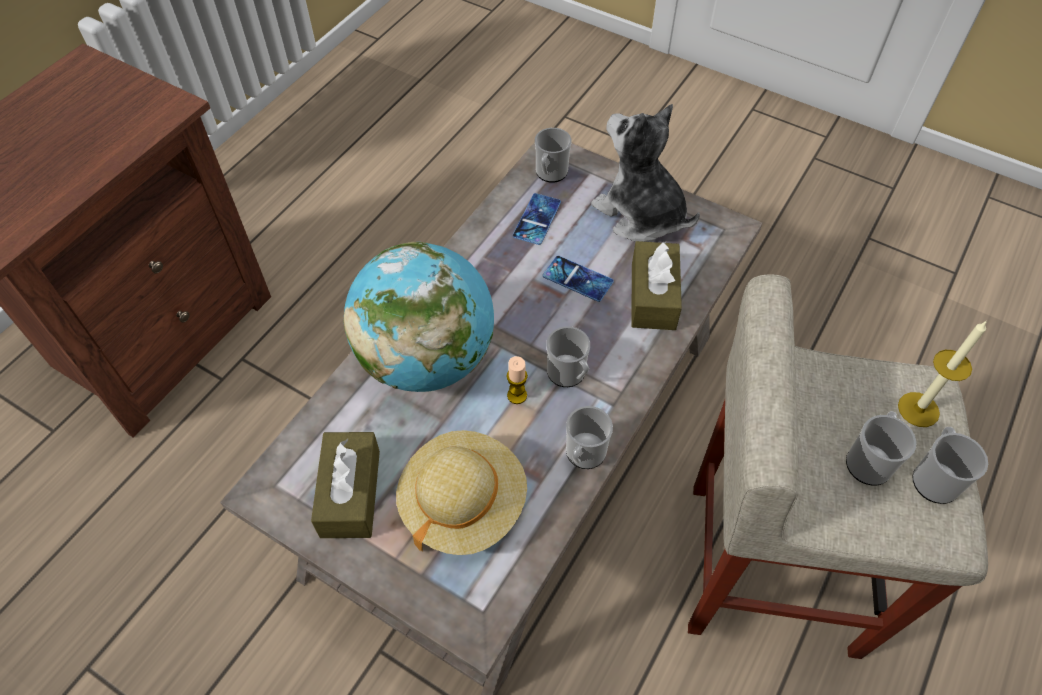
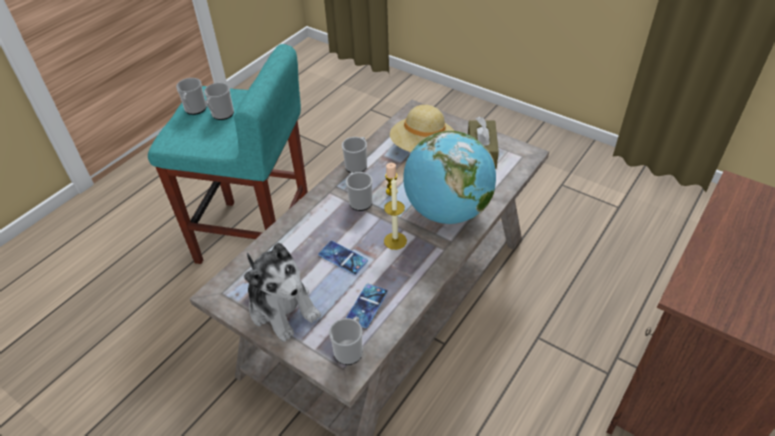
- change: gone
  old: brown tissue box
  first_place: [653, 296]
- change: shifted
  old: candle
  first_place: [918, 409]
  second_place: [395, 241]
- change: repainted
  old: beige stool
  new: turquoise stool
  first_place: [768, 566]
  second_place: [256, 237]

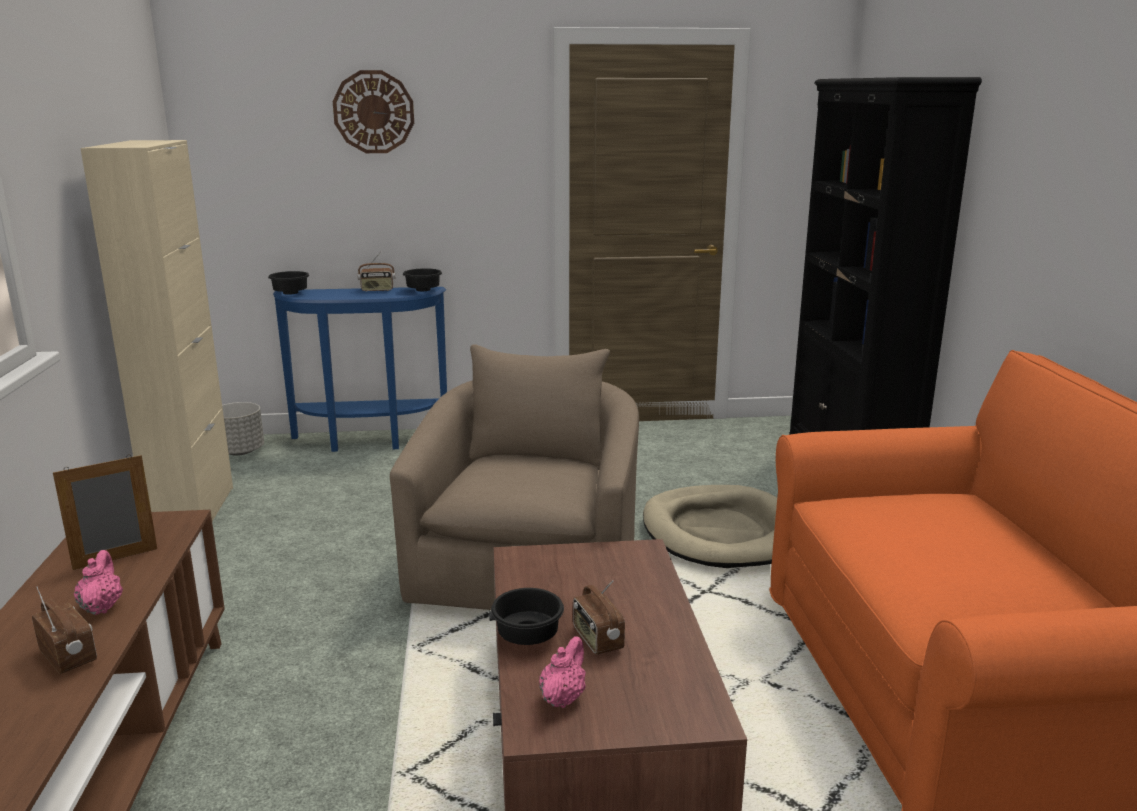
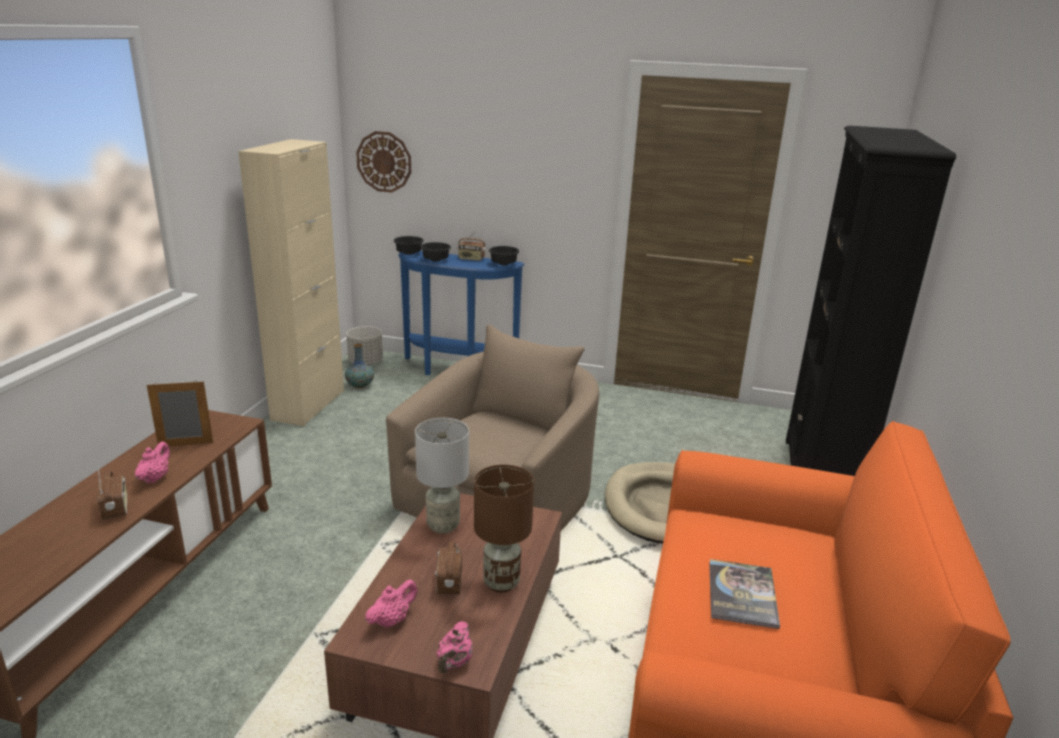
- change: new
  new: vase
  second_place: [360, 385]
- change: new
  new: grey table lamp
  second_place: [443, 526]
- change: new
  new: pink teapot
  second_place: [454, 663]
- change: new
  new: brown table lamp
  second_place: [502, 582]
- change: new
  new: book
  second_place: [742, 594]
- change: shifted
  old: wall clock
  first_place: [374, 112]
  second_place: [384, 162]
- change: shifted
  old: black bowl
  first_place: [530, 637]
  second_place: [436, 260]

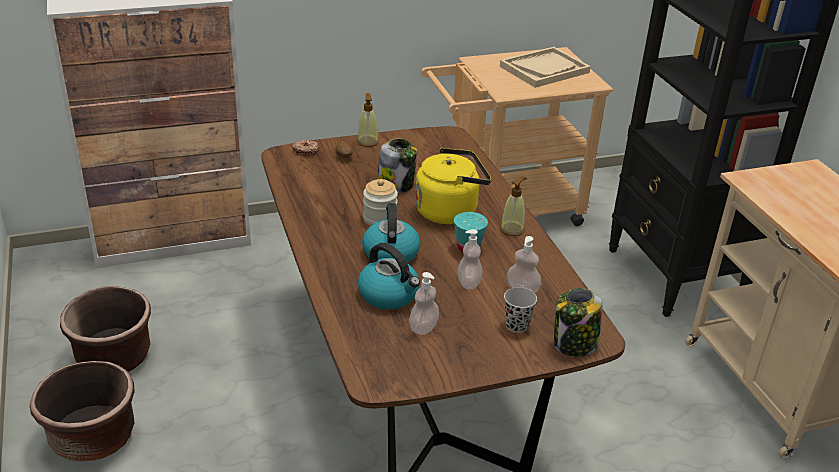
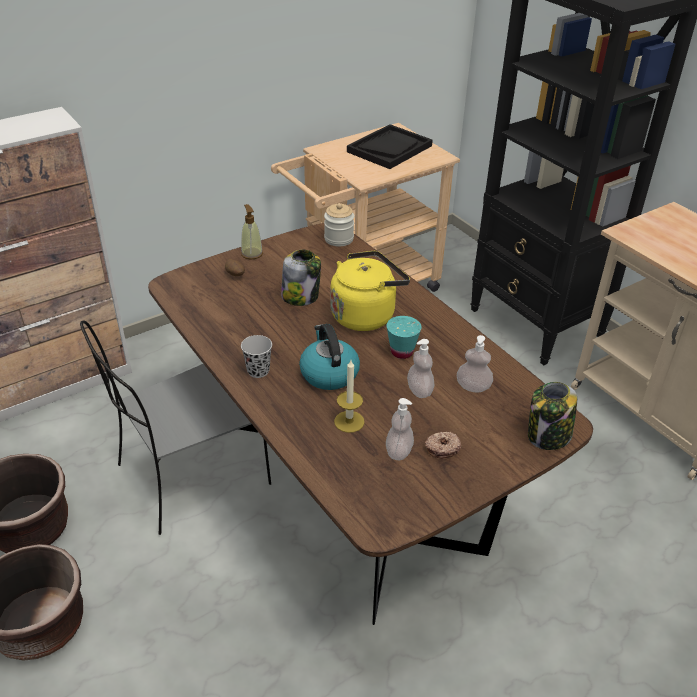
- change: gone
  old: soap dispenser
  first_place: [512, 229]
- change: new
  new: grey chair
  second_place: [190, 476]
- change: shifted
  old: donut
  first_place: [305, 151]
  second_place: [442, 448]
- change: shifted
  old: jar
  first_place: [380, 219]
  second_place: [339, 239]
- change: shifted
  old: black cup
  first_place: [516, 325]
  second_place: [258, 371]
- change: swapped
  old: kettle
  new: candle
  first_place: [389, 295]
  second_place: [349, 421]
- change: repainted
  old: beige tray
  new: black tray
  first_place: [544, 69]
  second_place: [389, 149]

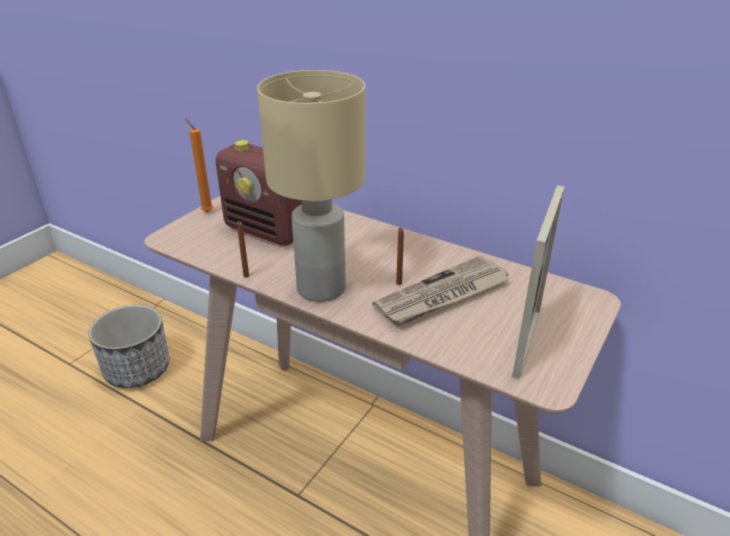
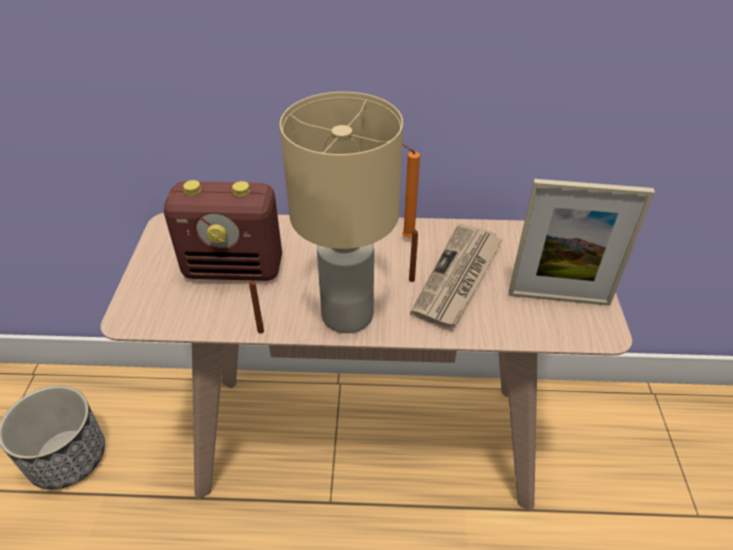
- change: shifted
  old: orange candle
  first_place: [206, 211]
  second_place: [406, 237]
- change: rotated
  old: picture frame
  first_place: [526, 343]
  second_place: [558, 298]
  degrees: 105

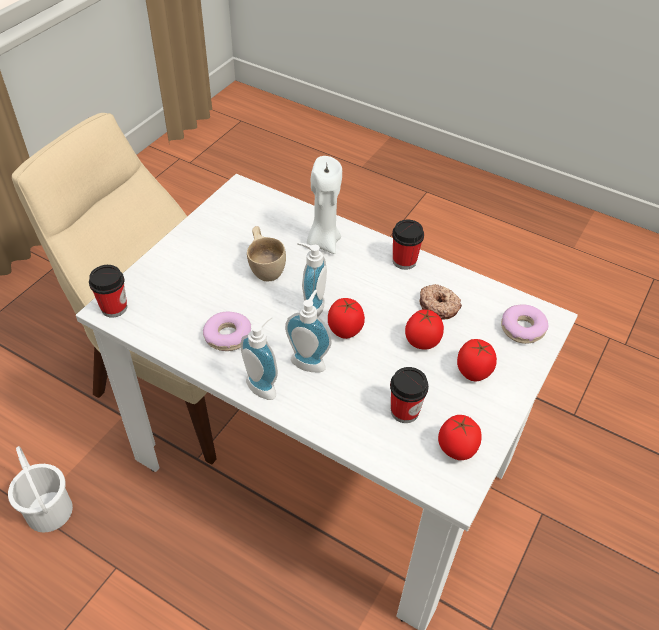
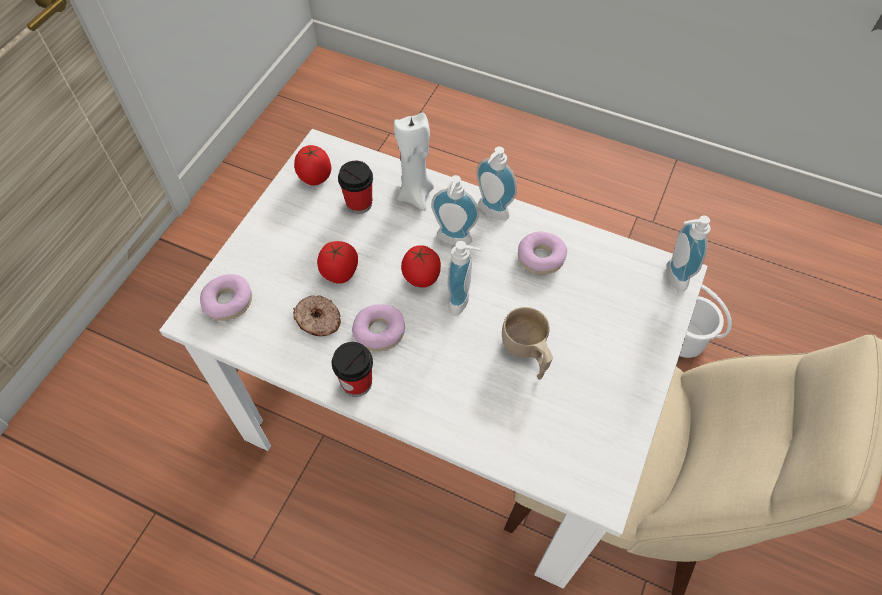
- change: gone
  old: tomato
  first_place: [473, 372]
- change: new
  new: donut
  second_place: [379, 332]
- change: shifted
  old: white candle
  first_place: [323, 242]
  second_place: [416, 194]
- change: swapped
  old: cup
  new: soap dispenser
  first_place: [114, 308]
  second_place: [672, 276]

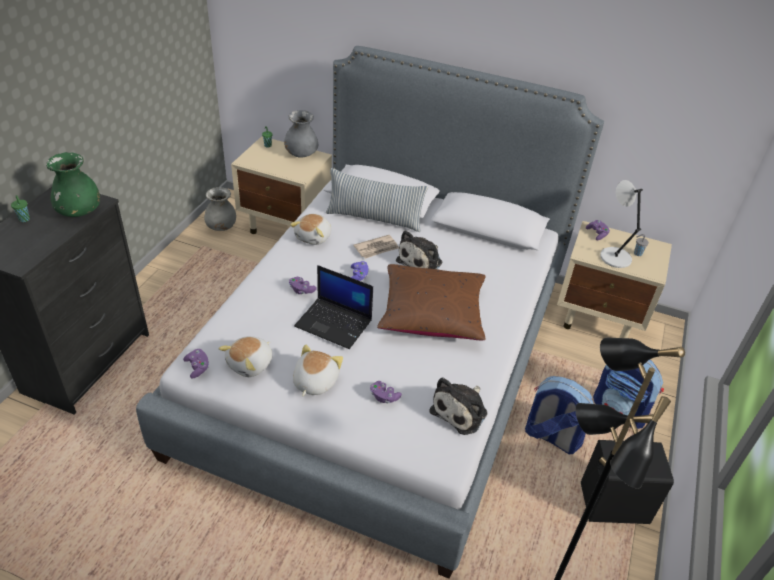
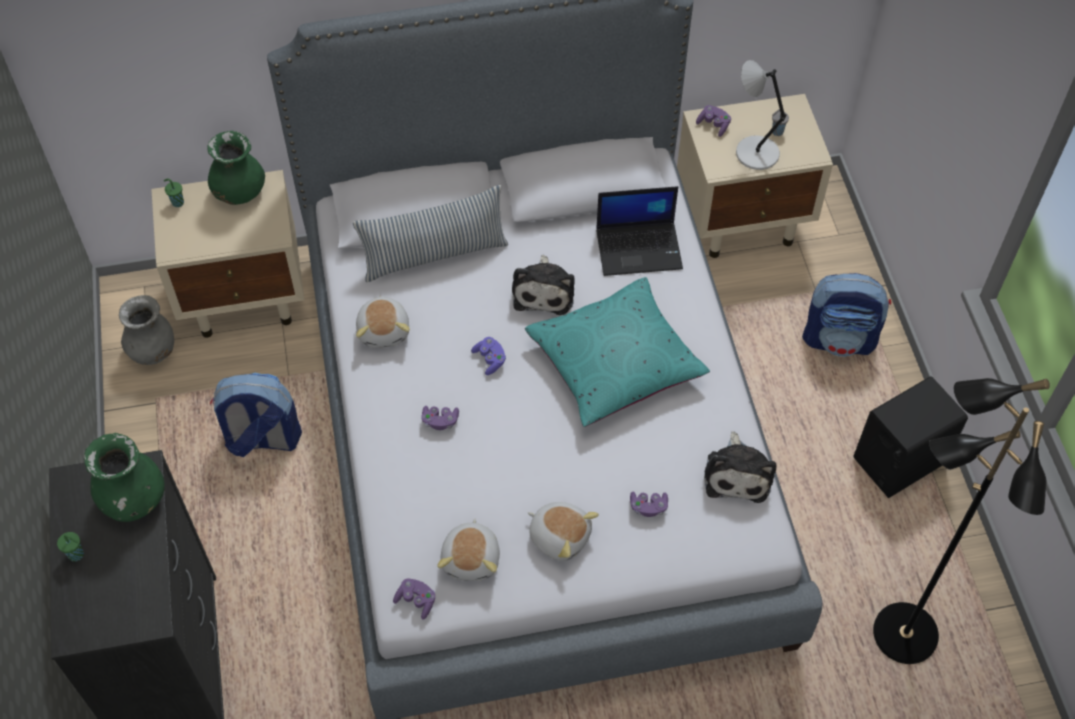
- change: gone
  old: newspaper
  first_place: [377, 248]
- change: shifted
  old: laptop
  first_place: [335, 323]
  second_place: [639, 248]
- change: shifted
  old: backpack
  first_place: [551, 436]
  second_place: [262, 439]
- change: repainted
  old: grey vase
  new: green vase
  first_place: [301, 154]
  second_place: [239, 192]
- change: repainted
  old: brown pillow
  new: turquoise pillow
  first_place: [432, 313]
  second_place: [614, 363]
- change: rotated
  old: plush toy
  first_place: [314, 382]
  second_place: [560, 536]
  degrees: 135

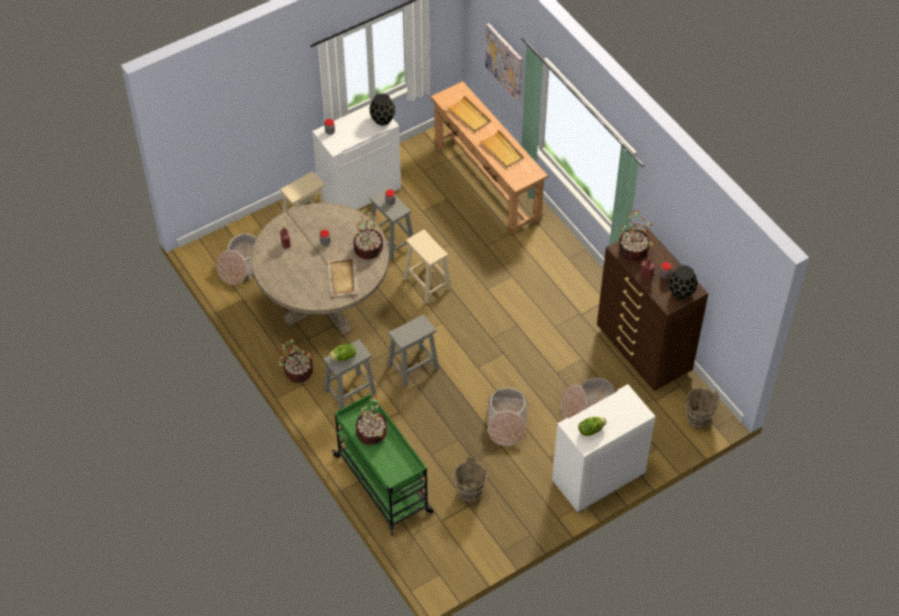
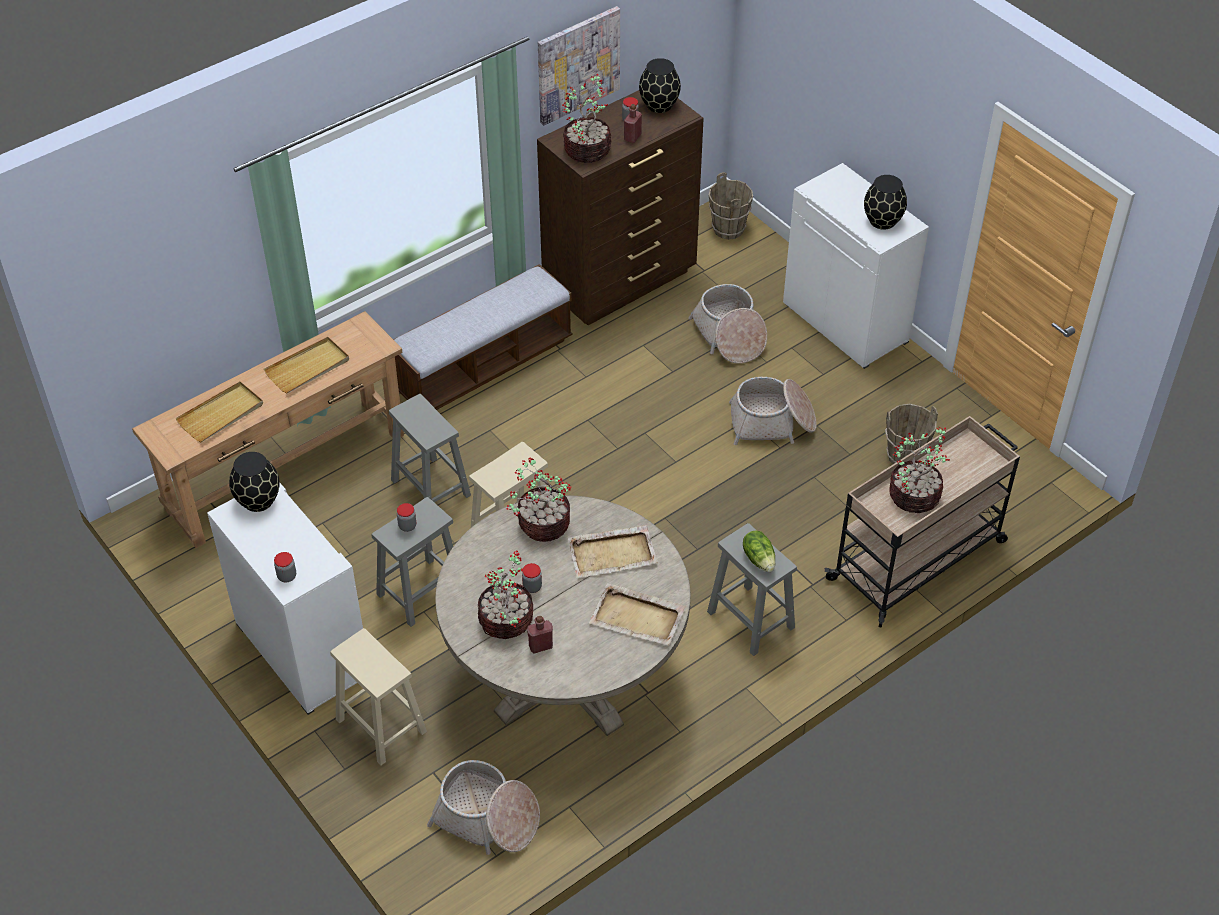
- change: new
  new: bench
  second_place: [484, 365]
- change: new
  new: beige tray
  second_place: [638, 617]
- change: shifted
  old: potted plant
  first_place: [297, 372]
  second_place: [506, 622]
- change: shifted
  old: grey stool
  first_place: [412, 367]
  second_place: [432, 488]
- change: shifted
  old: picture
  first_place: [504, 61]
  second_place: [578, 64]
- change: swapped
  old: lettuce
  new: black vase
  first_place: [591, 430]
  second_place: [882, 221]
- change: repainted
  old: green cart
  new: beige cart
  first_place: [383, 485]
  second_place: [918, 559]

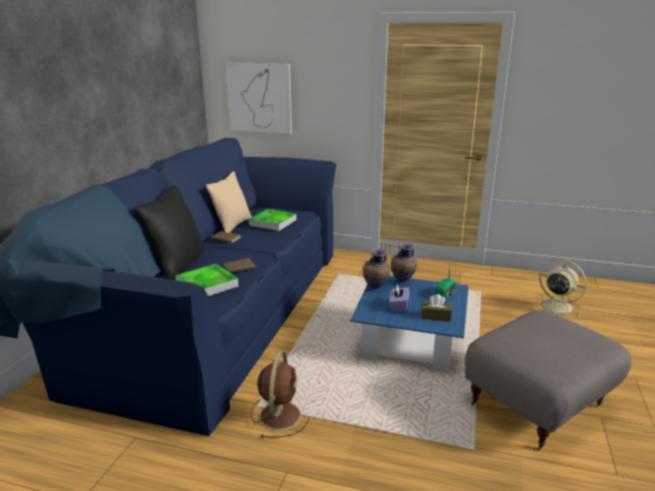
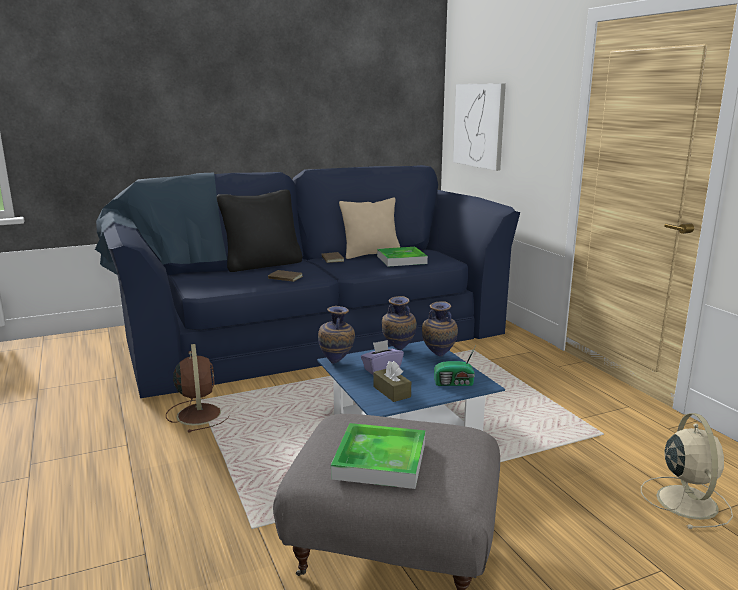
- change: new
  new: vase
  second_place: [337, 363]
- change: shifted
  old: tray
  first_place: [207, 284]
  second_place: [380, 460]
- change: rotated
  old: brown fan
  first_place: [280, 414]
  second_place: [199, 413]
  degrees: -75

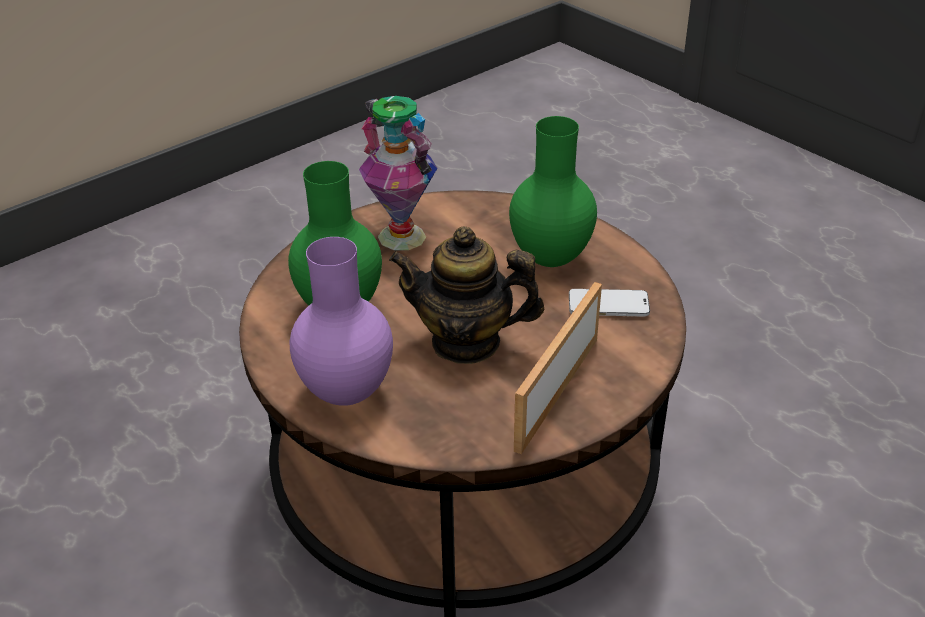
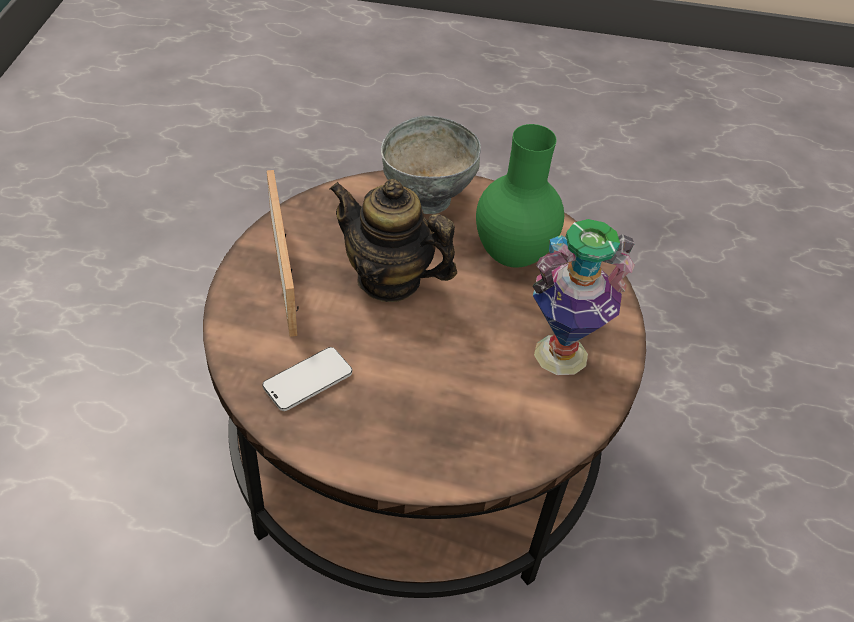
- change: gone
  old: green vase
  first_place: [550, 260]
- change: swapped
  old: purple vase
  new: grey bowl
  first_place: [344, 393]
  second_place: [427, 200]
- change: rotated
  old: teapot
  first_place: [466, 342]
  second_place: [389, 279]
  degrees: -120

